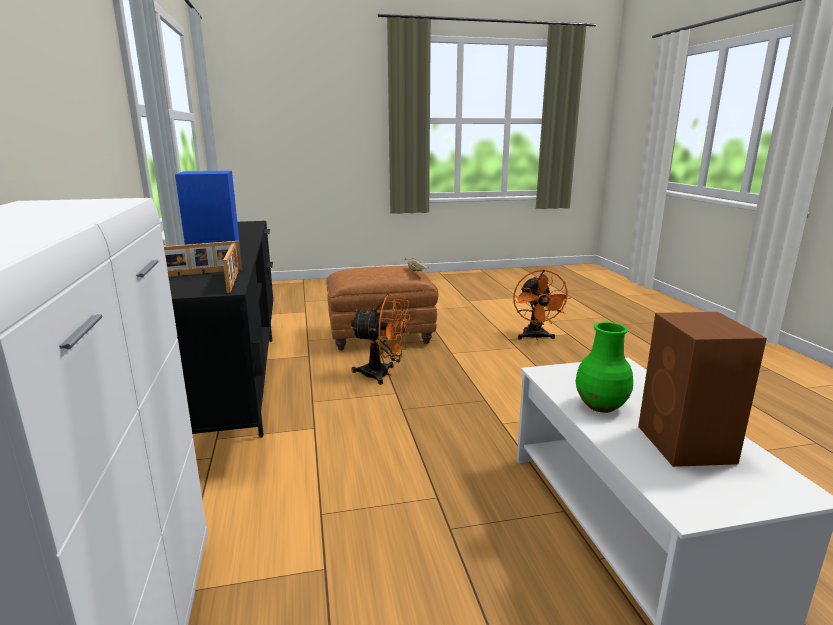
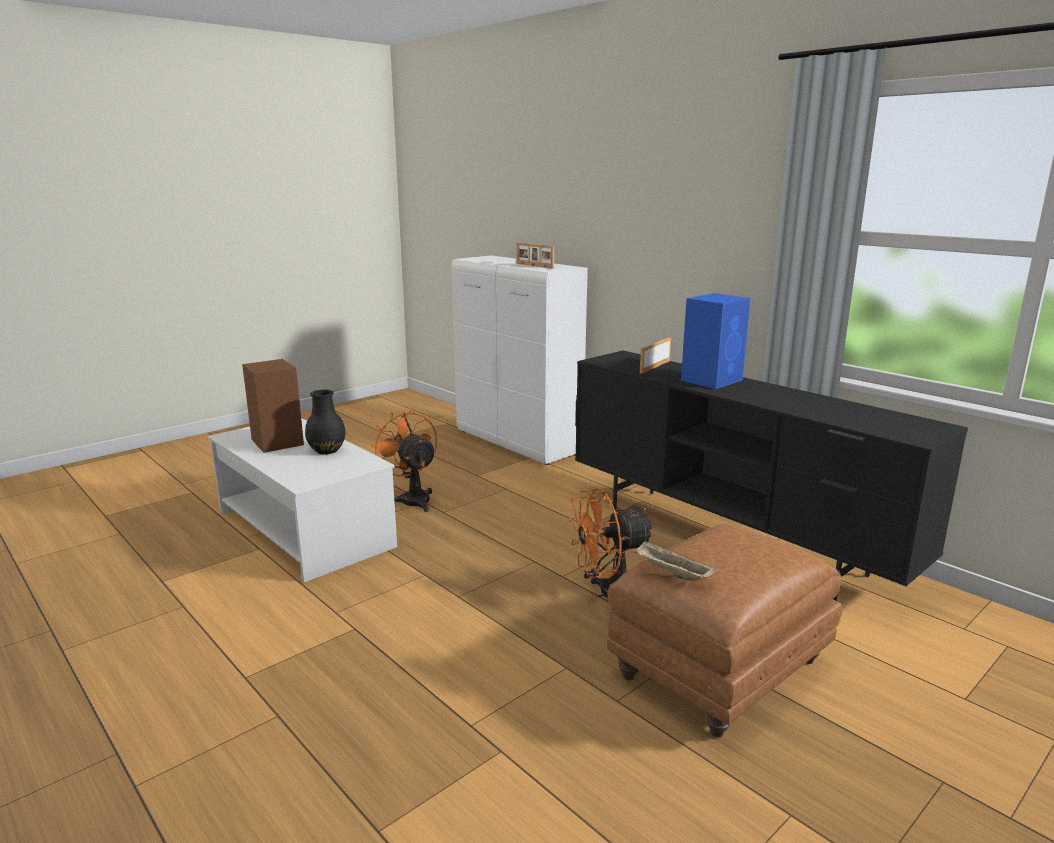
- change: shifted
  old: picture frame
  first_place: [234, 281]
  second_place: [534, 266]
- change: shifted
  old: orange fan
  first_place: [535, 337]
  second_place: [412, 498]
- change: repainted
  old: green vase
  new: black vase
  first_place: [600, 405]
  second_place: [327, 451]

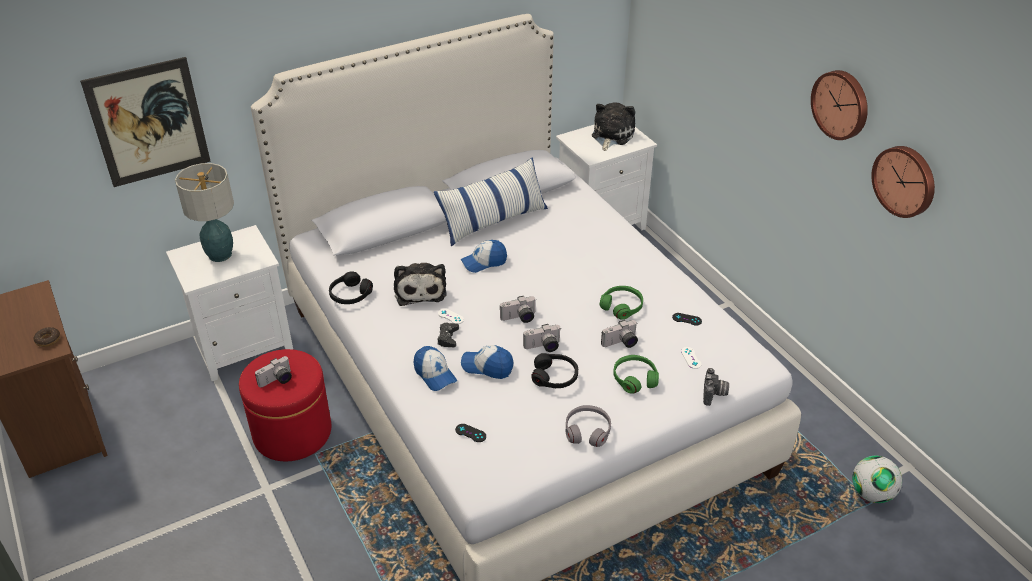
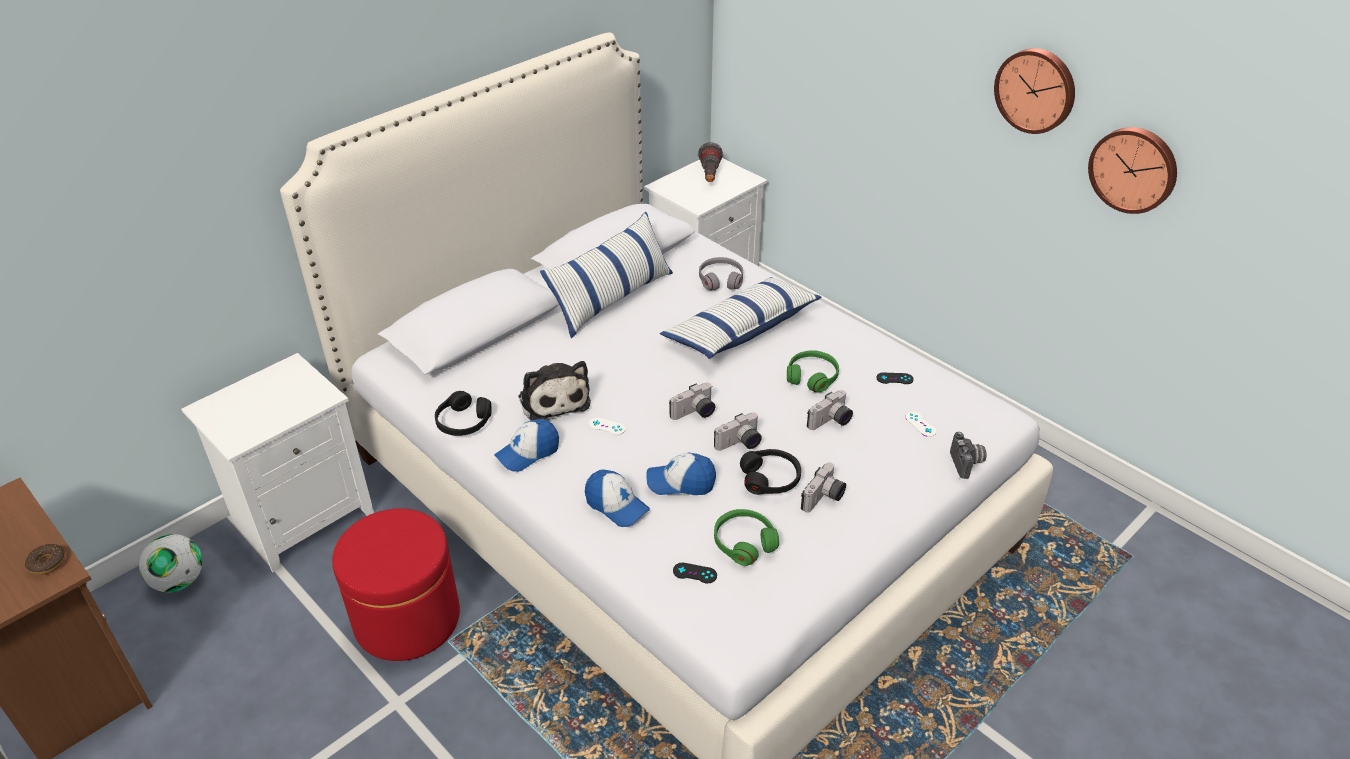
- change: gone
  old: picture
  first_place: [148, 122]
- change: gone
  old: table lamp
  first_place: [220, 254]
- change: gone
  old: black game controller
  first_place: [448, 338]
- change: new
  new: pillow
  second_place: [741, 330]
- change: shifted
  old: photo camera
  first_place: [277, 380]
  second_place: [824, 499]
- change: shifted
  old: cap
  first_place: [484, 262]
  second_place: [528, 452]
- change: shifted
  old: grey headphones
  first_place: [587, 431]
  second_place: [720, 280]
- change: shifted
  old: green headphones
  first_place: [634, 378]
  second_place: [744, 542]
- change: shifted
  old: football
  first_place: [871, 494]
  second_place: [179, 581]
- change: swapped
  old: plush toy
  new: flashlight
  first_place: [611, 135]
  second_place: [710, 177]

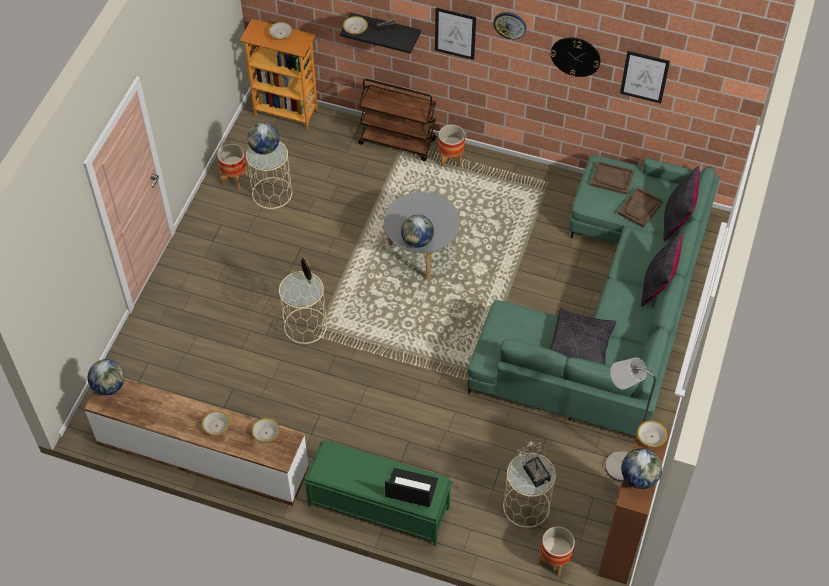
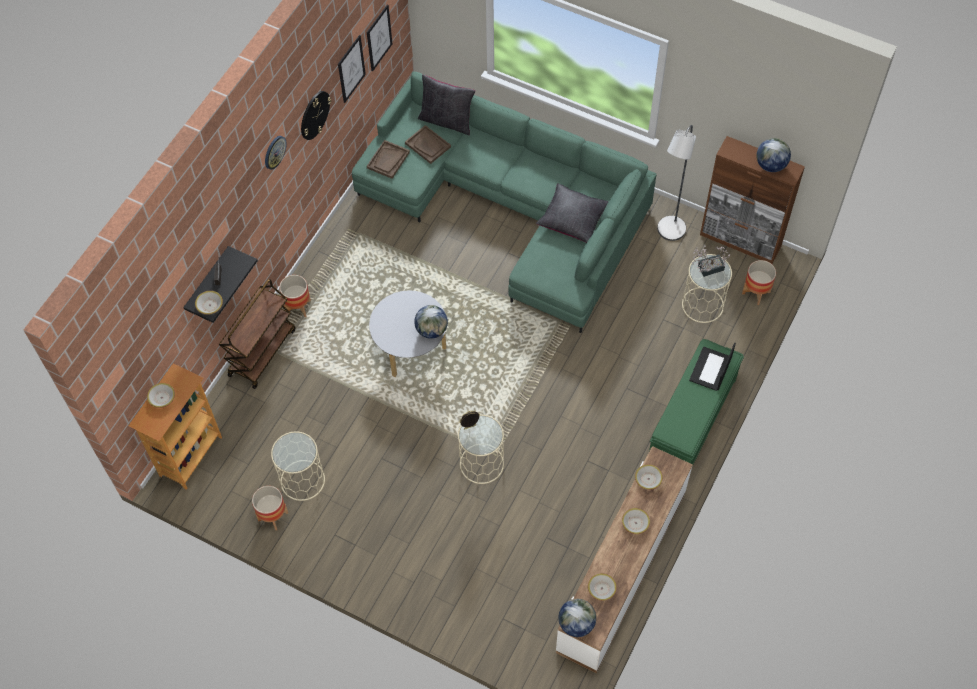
- change: gone
  old: globe
  first_place: [264, 149]
- change: gone
  old: black pillow
  first_place: [657, 285]
- change: shifted
  old: picture
  first_place: [455, 33]
  second_place: [379, 38]
- change: shifted
  old: bowl
  first_place: [651, 436]
  second_place: [601, 588]

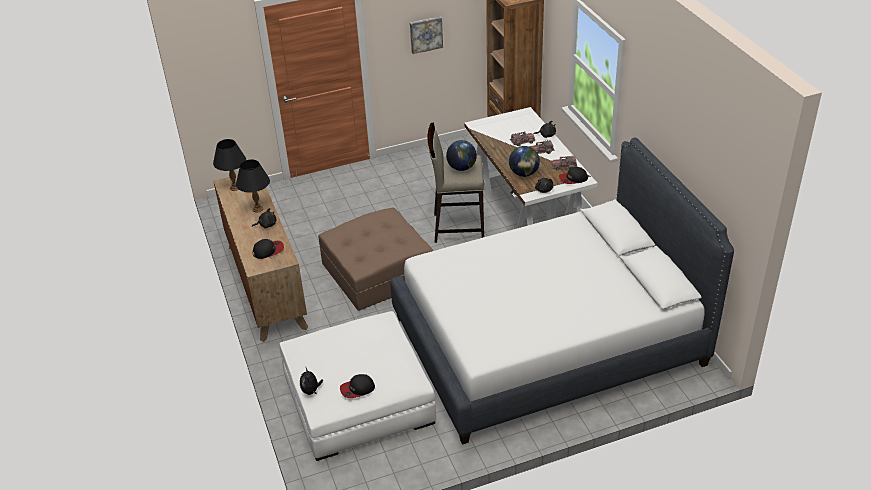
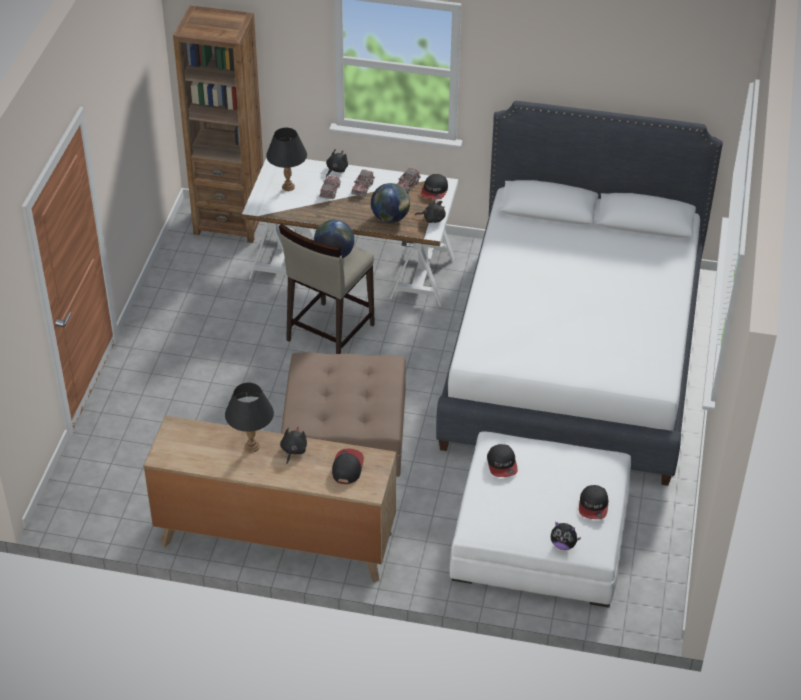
- change: gone
  old: picture
  first_place: [425, 34]
- change: new
  new: cap
  second_place: [502, 464]
- change: shifted
  old: black table lamp
  first_place: [235, 187]
  second_place: [288, 186]

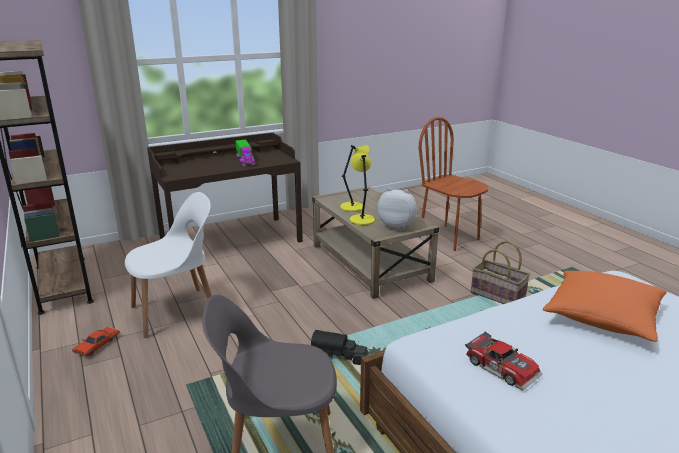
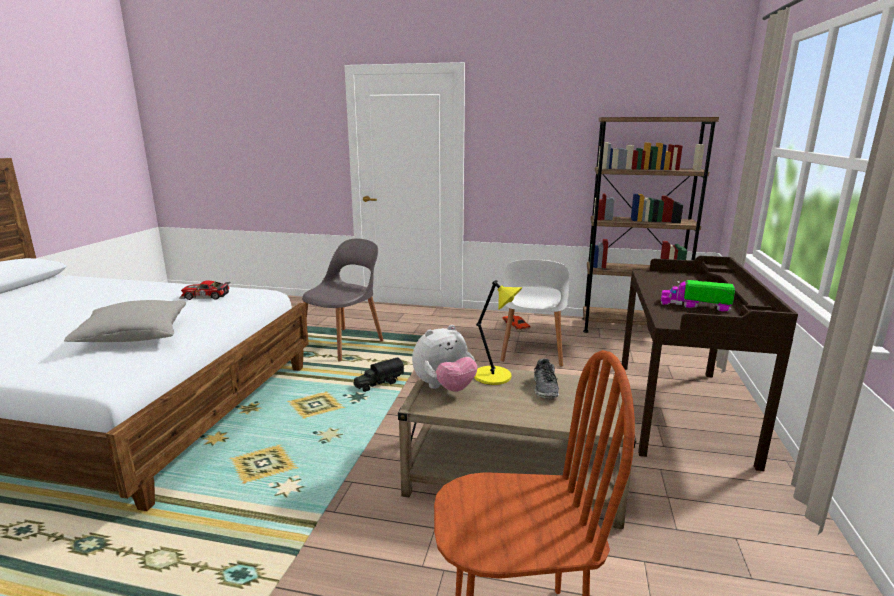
- change: gone
  old: basket
  first_place: [498, 295]
- change: swapped
  old: yellow table lamp
  new: shoe
  first_place: [353, 207]
  second_place: [545, 388]
- change: repainted
  old: orange pillow
  new: grey pillow
  first_place: [602, 317]
  second_place: [134, 336]

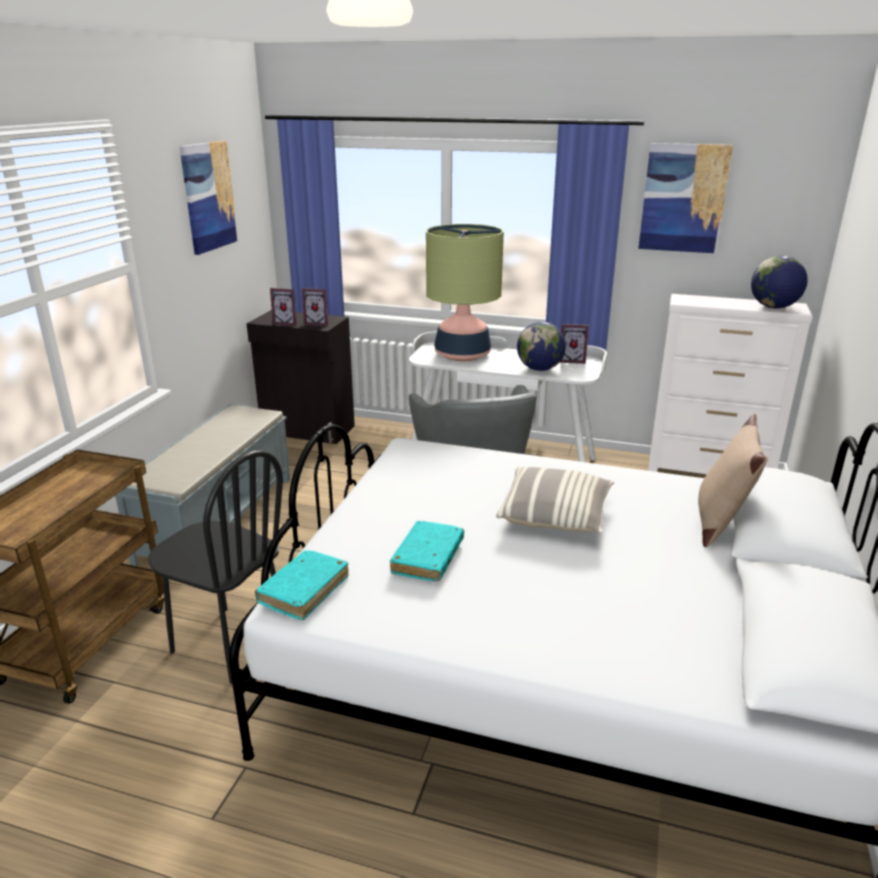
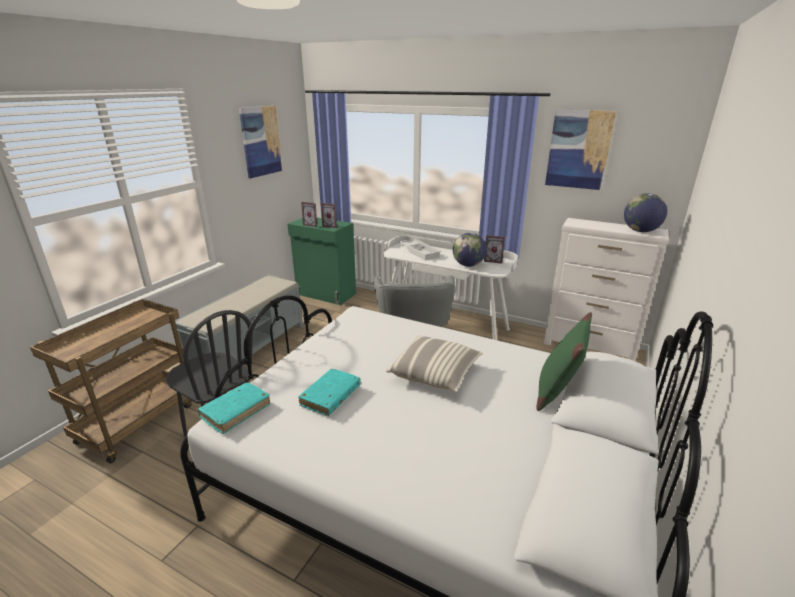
- change: swapped
  old: table lamp
  new: white tray
  first_place: [462, 354]
  second_place: [420, 252]
- change: repainted
  old: black cabinet
  new: green cabinet
  first_place: [308, 430]
  second_place: [326, 294]
- change: repainted
  old: beige pillow
  new: green pillow
  first_place: [720, 522]
  second_place: [557, 391]

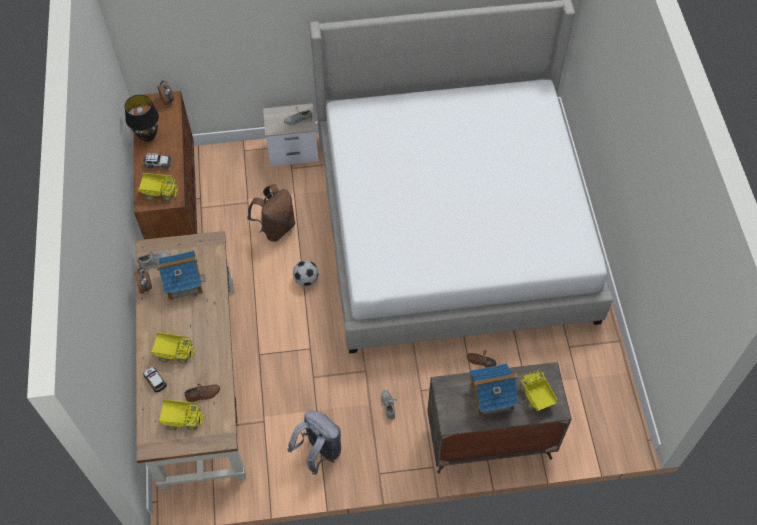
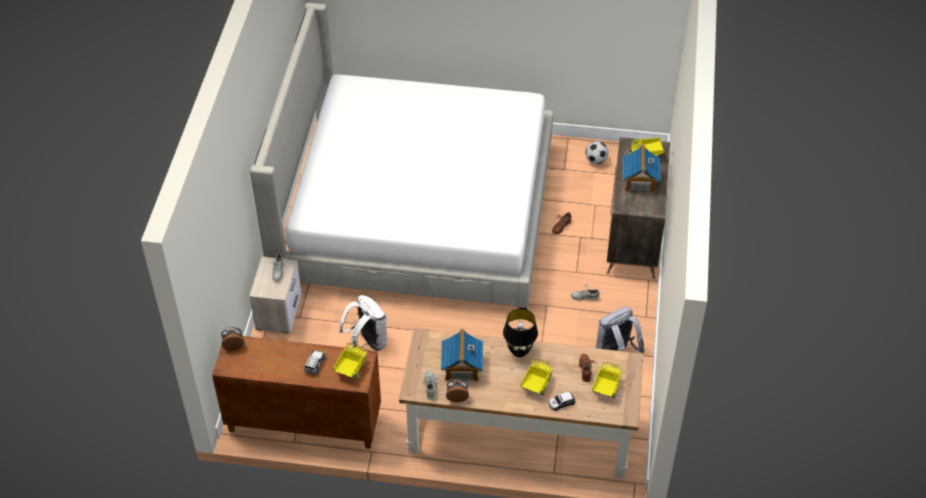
- change: shifted
  old: black table lamp
  first_place: [148, 136]
  second_place: [519, 351]
- change: shifted
  old: football
  first_place: [306, 279]
  second_place: [596, 160]
- change: repainted
  old: brown backpack
  new: white backpack
  first_place: [276, 227]
  second_place: [367, 342]

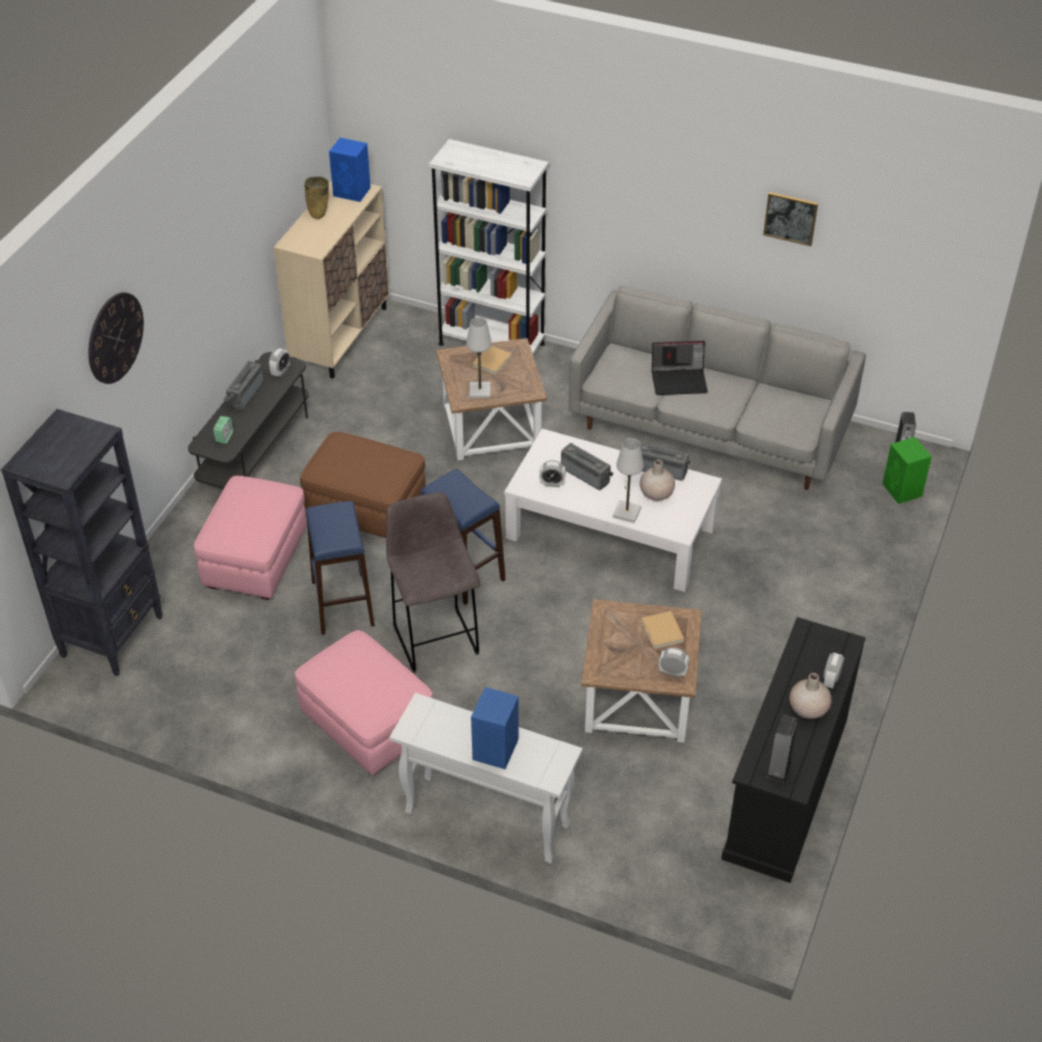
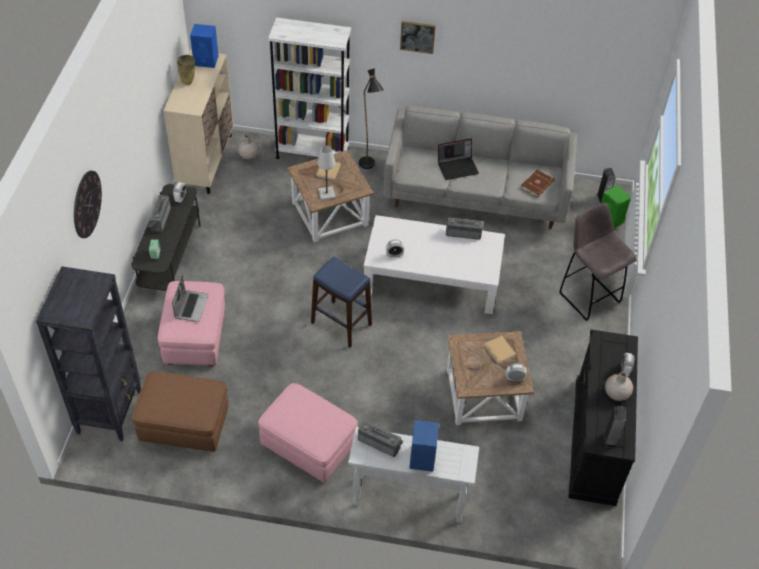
- change: gone
  old: blue stool
  first_place: [342, 603]
- change: gone
  old: white table lamp
  first_place: [626, 513]
- change: new
  new: laptop
  second_place: [191, 306]
- change: new
  new: black floor lamp
  second_place: [368, 167]
- change: new
  new: brown book
  second_place: [538, 185]
- change: shifted
  old: brown ottoman
  first_place: [365, 508]
  second_place: [183, 425]
- change: shifted
  old: grey stool
  first_place: [435, 638]
  second_place: [588, 296]
- change: shifted
  old: radio
  first_place: [587, 474]
  second_place: [380, 442]
- change: shifted
  old: beige vase
  first_place: [656, 493]
  second_place: [248, 155]
- change: shifted
  old: picture
  first_place: [790, 218]
  second_place: [417, 36]

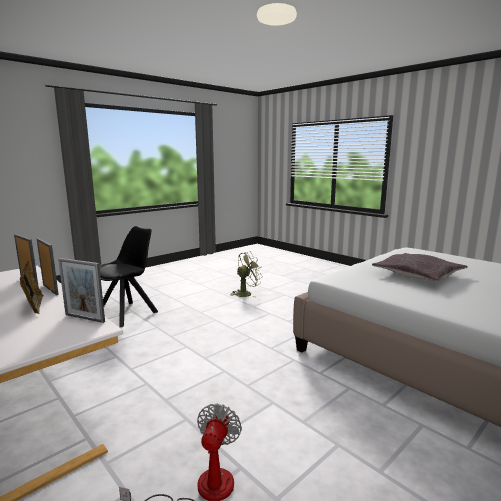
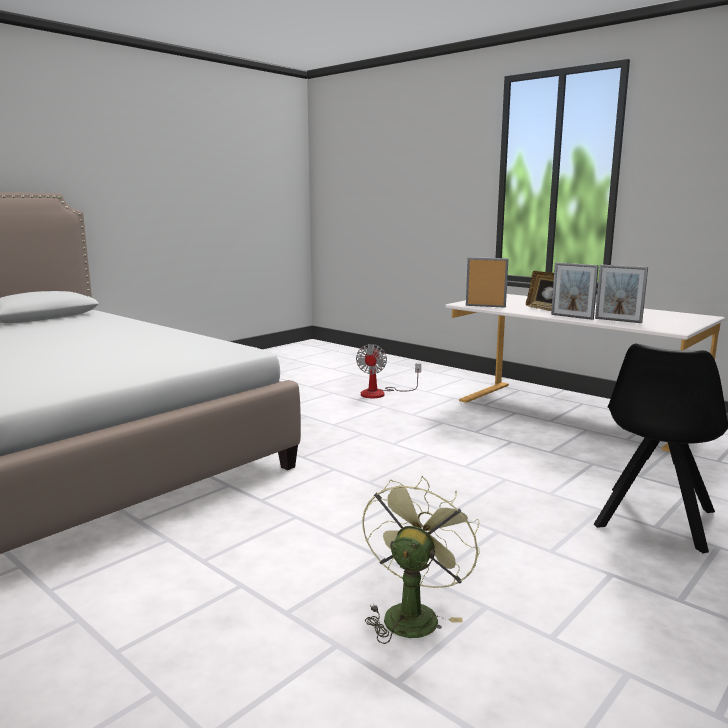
- change: gone
  old: grey pillow
  first_place: [418, 275]
- change: rotated
  old: green fan
  first_place: [246, 293]
  second_place: [412, 613]
  degrees: 150

